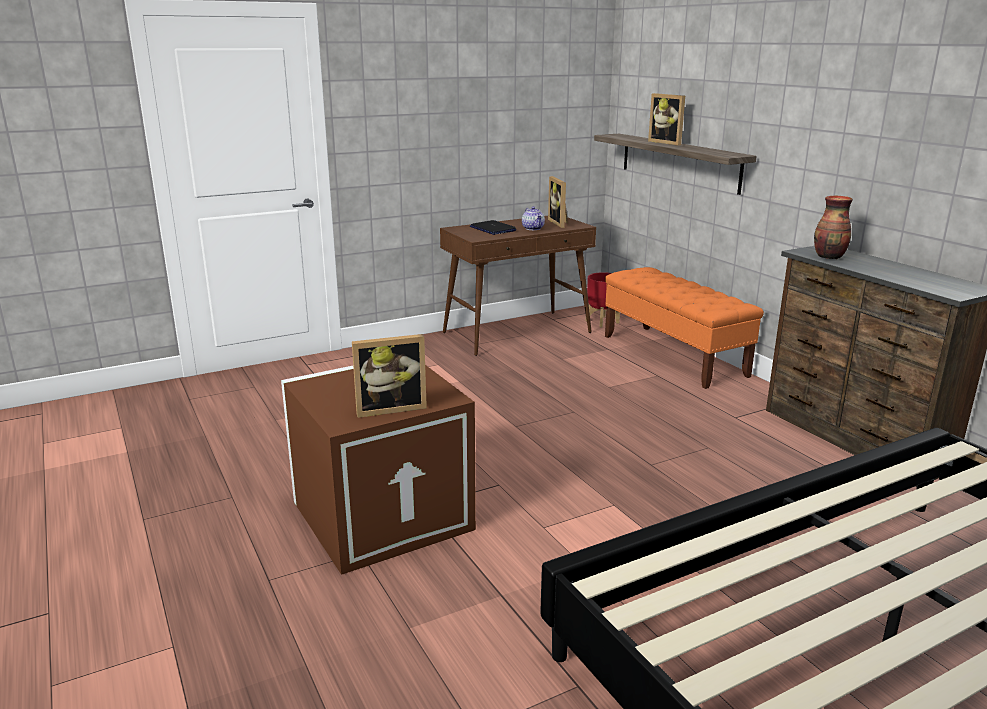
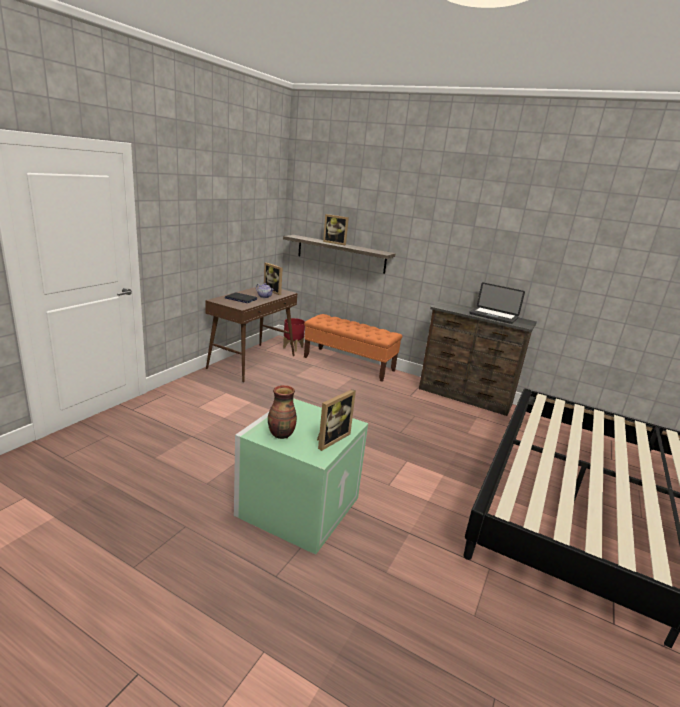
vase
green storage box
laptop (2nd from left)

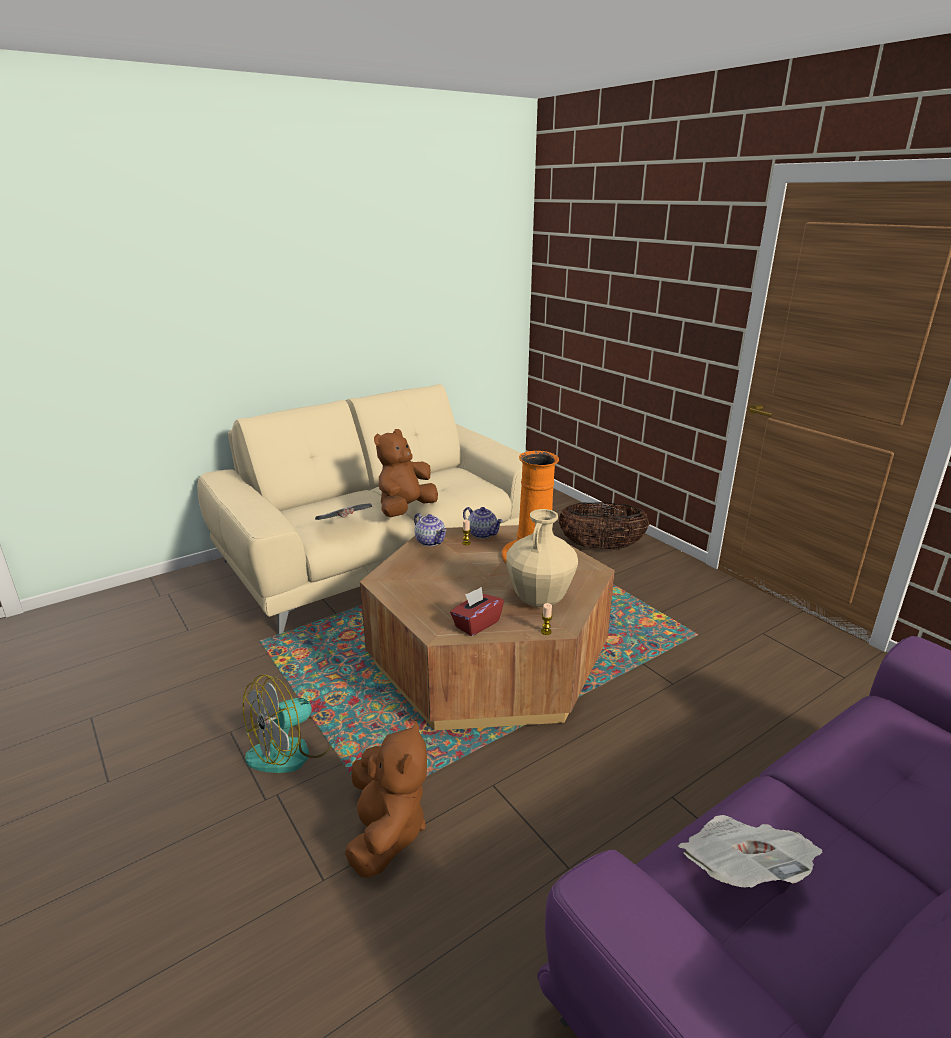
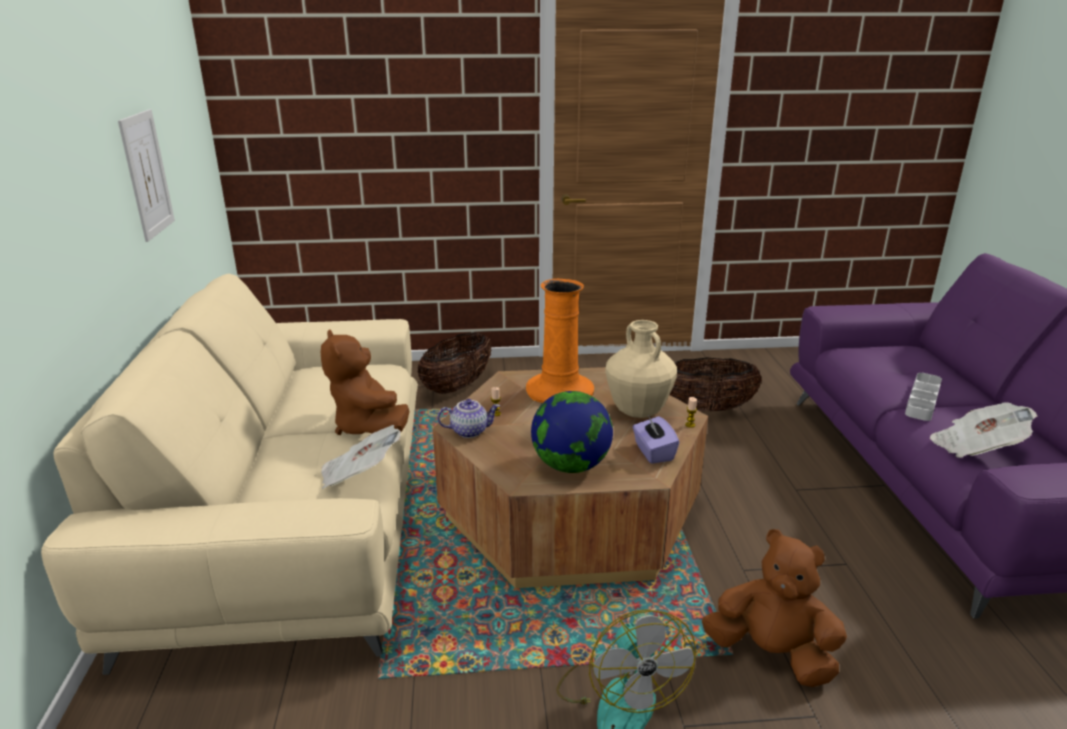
teapot (2nd from left in the first image)
purple tissue box
picture
basket (2nd from left)
grey tray
globe

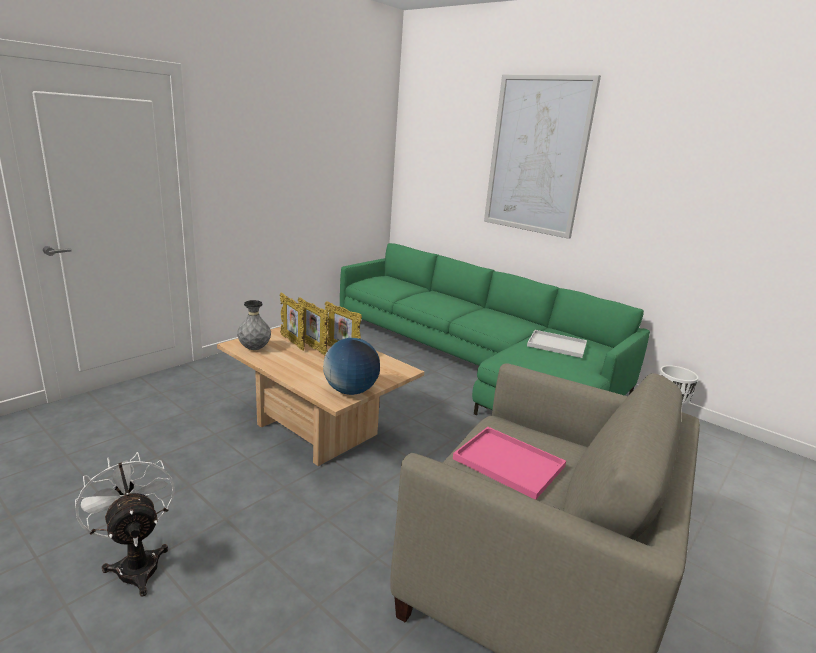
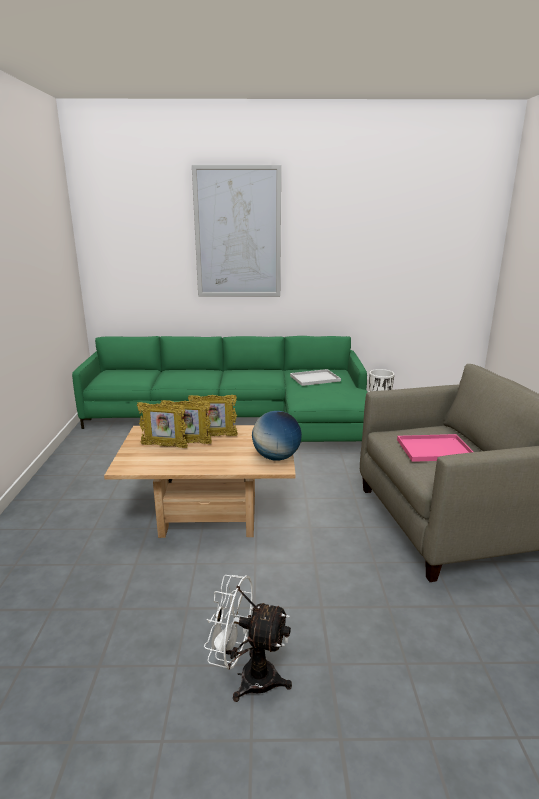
grey vase

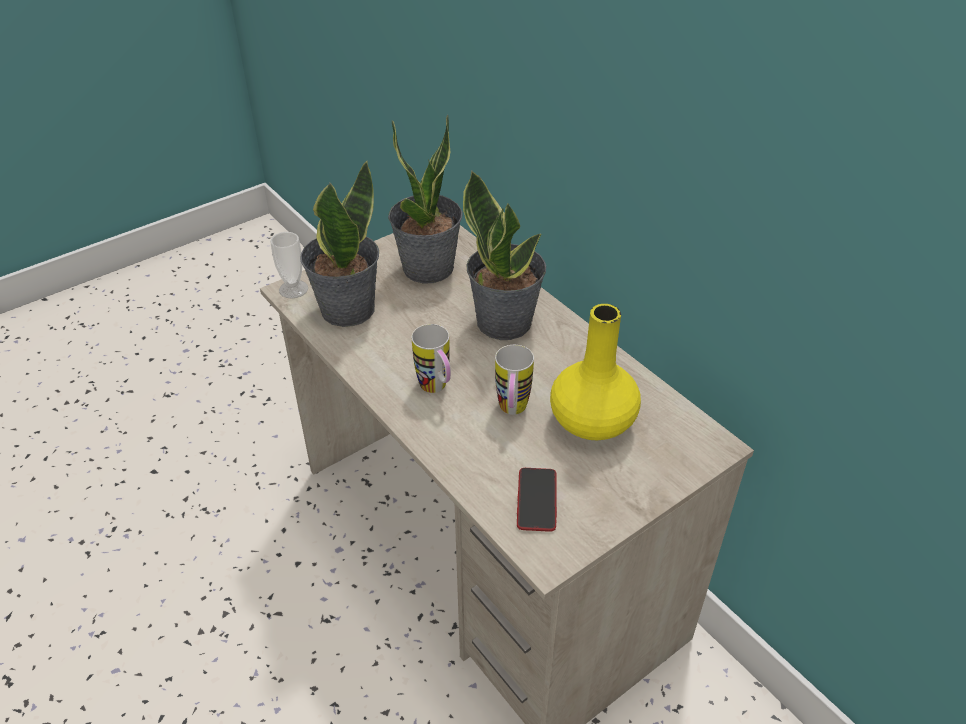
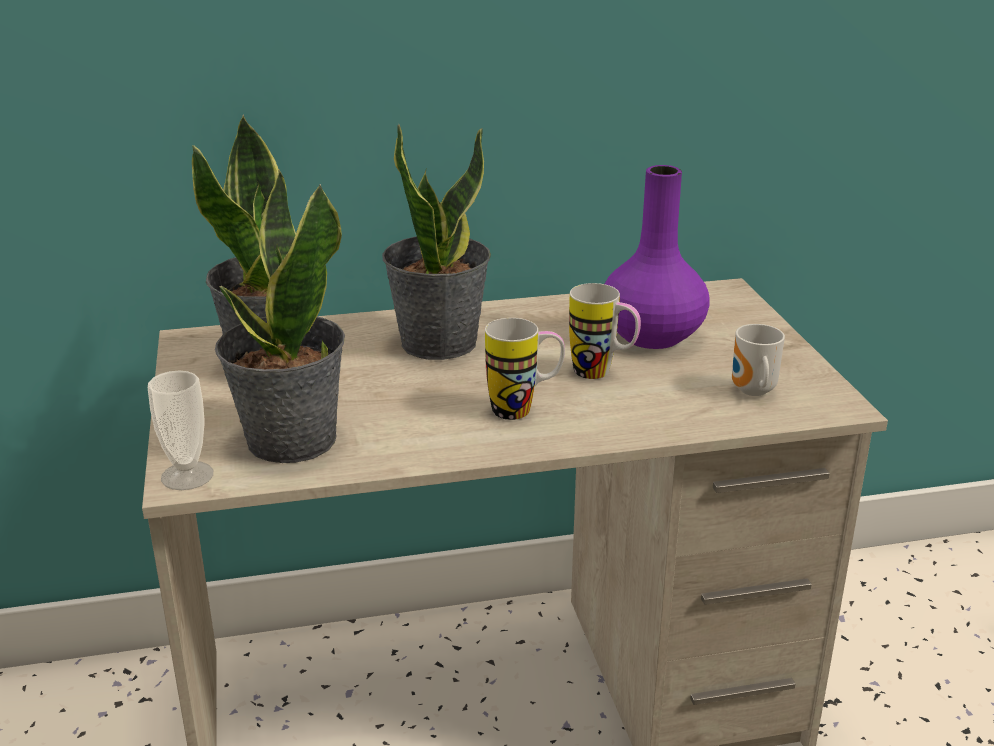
purple vase
mug (3rd from left)

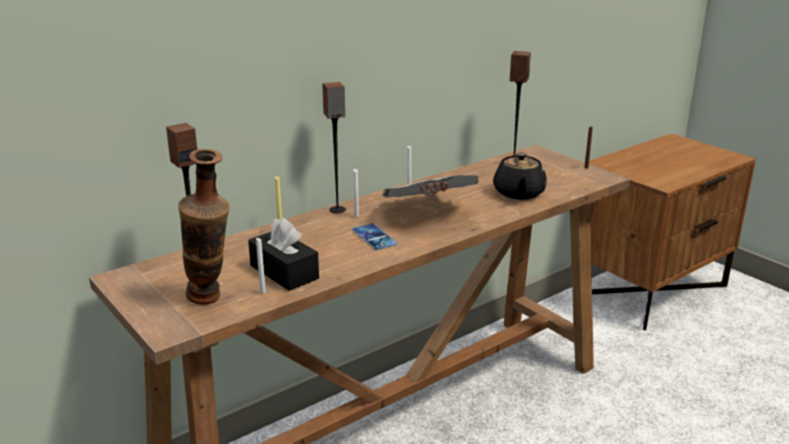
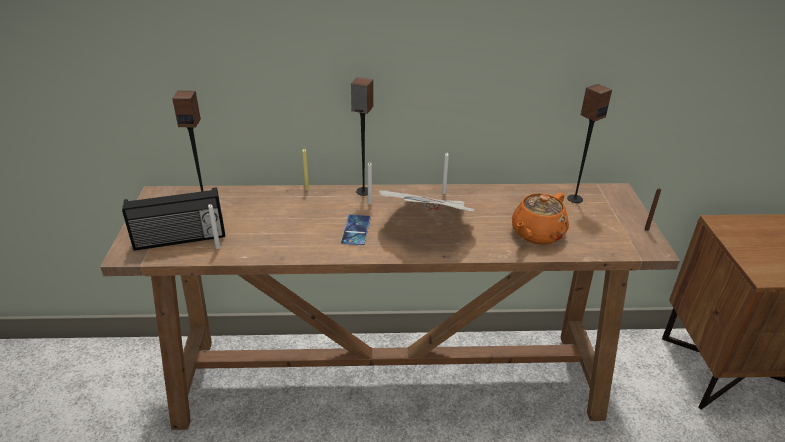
radio
orange teapot
black tissue box

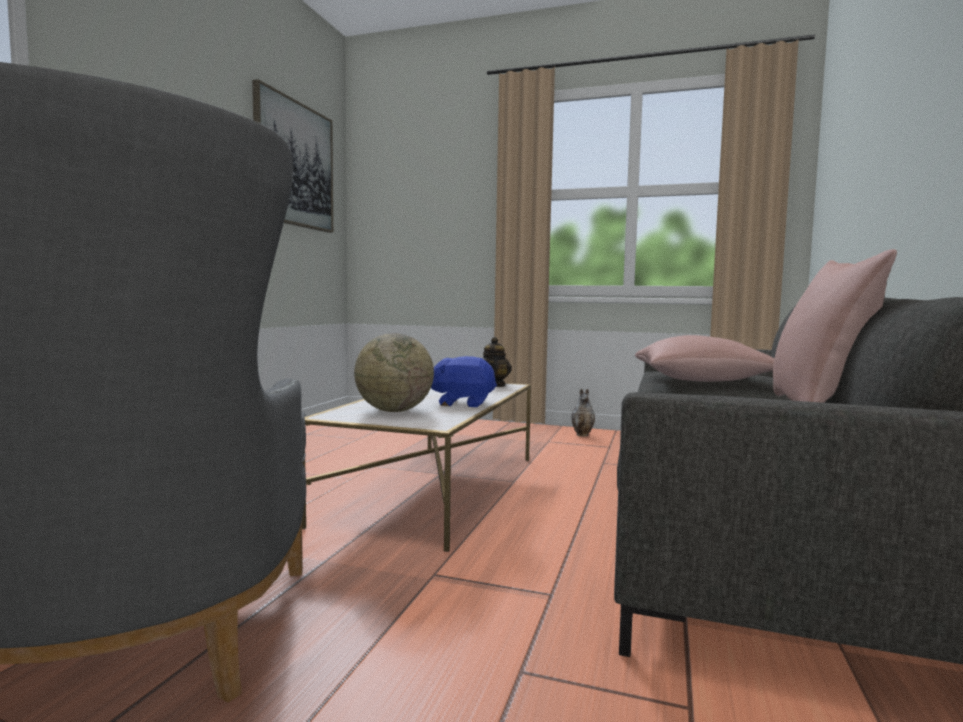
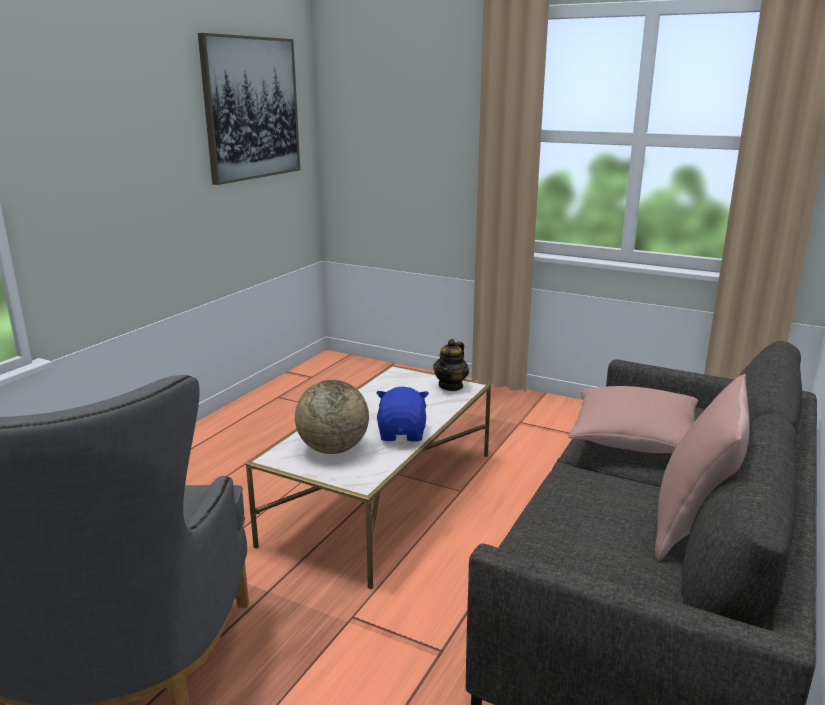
blue plush toy
vase

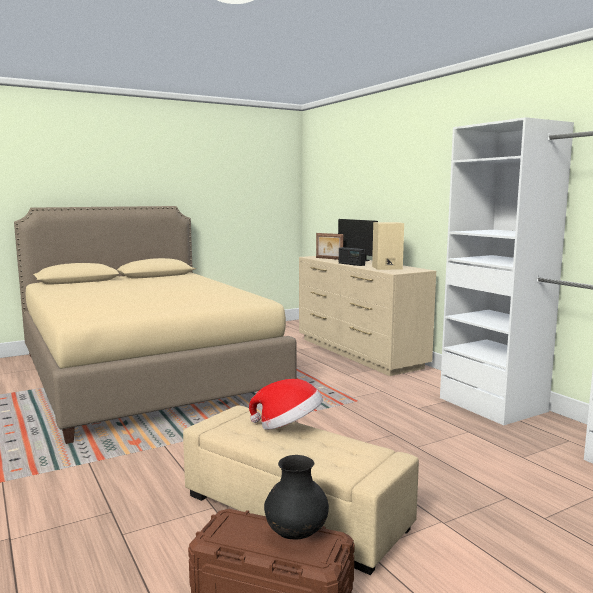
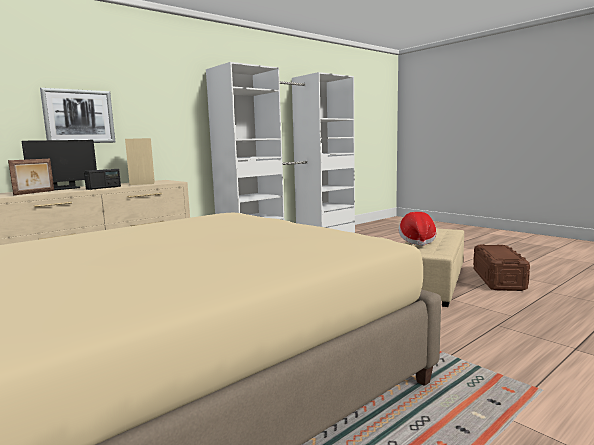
black vase
picture

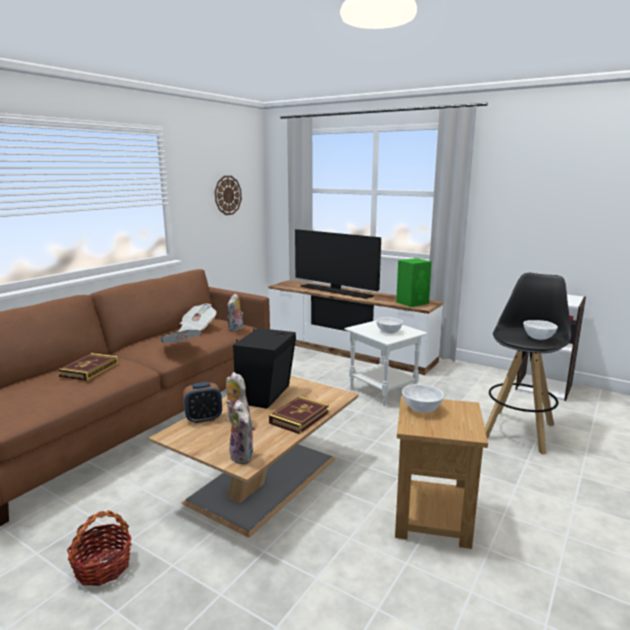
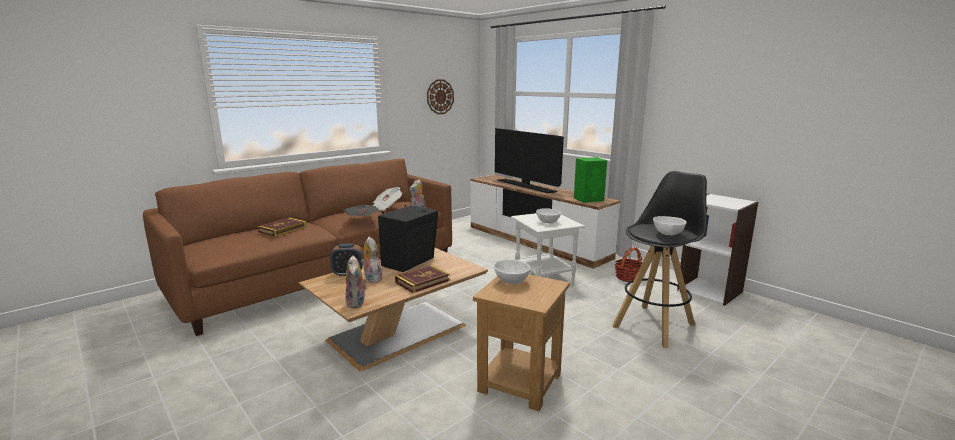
basket

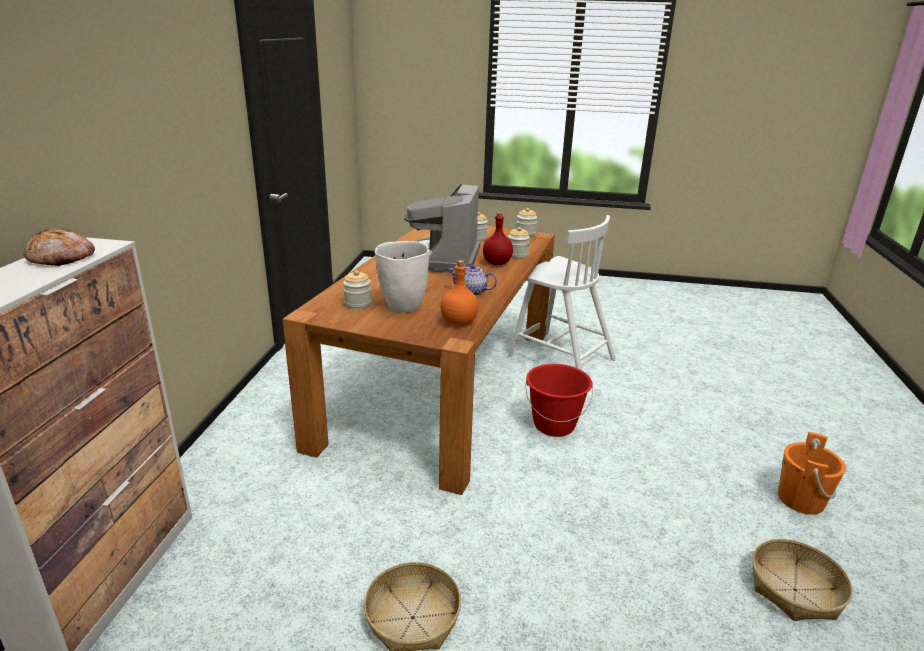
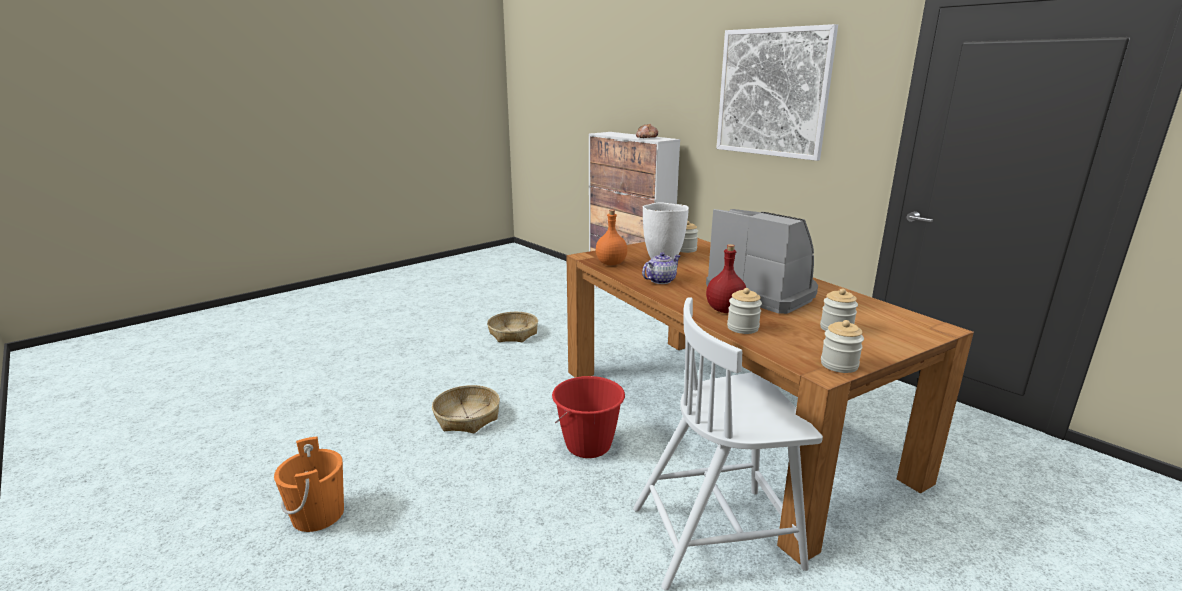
basket (1st from left)
picture

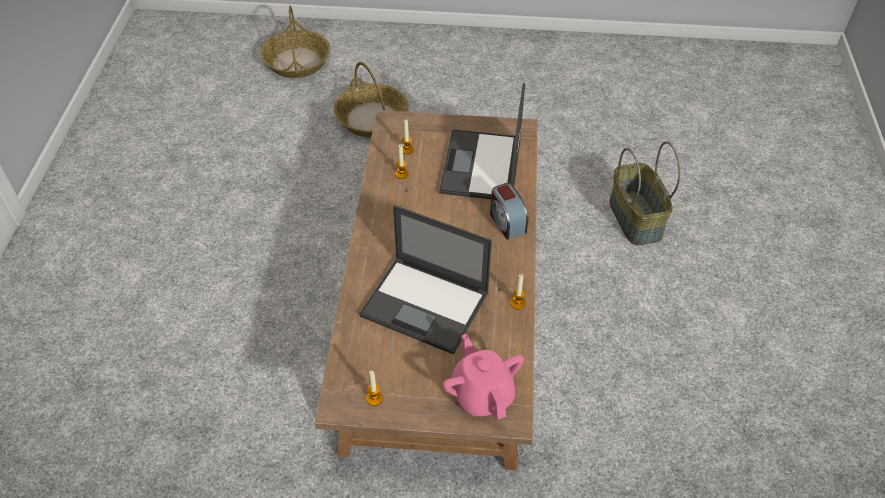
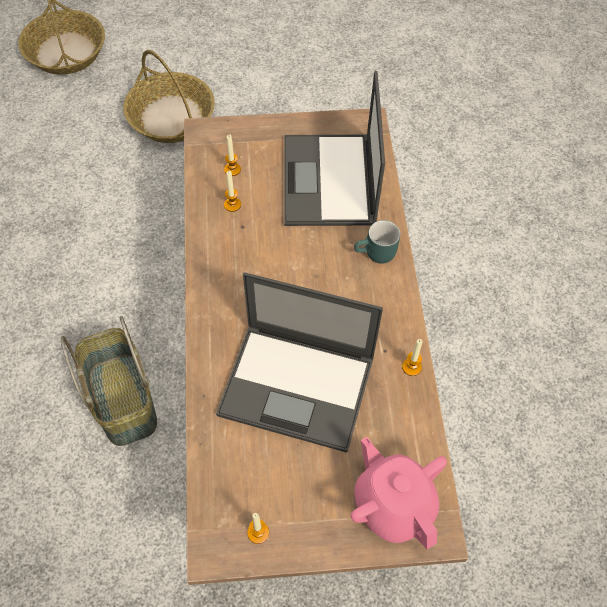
basket (2nd from left)
turquoise mug

